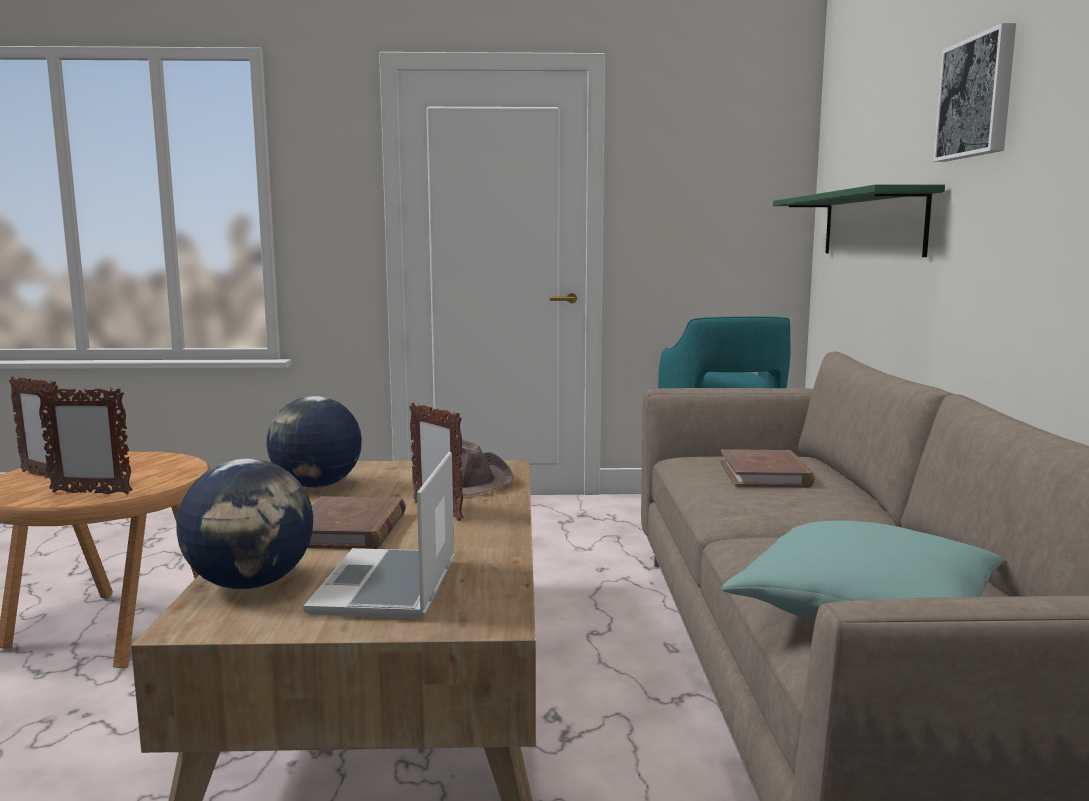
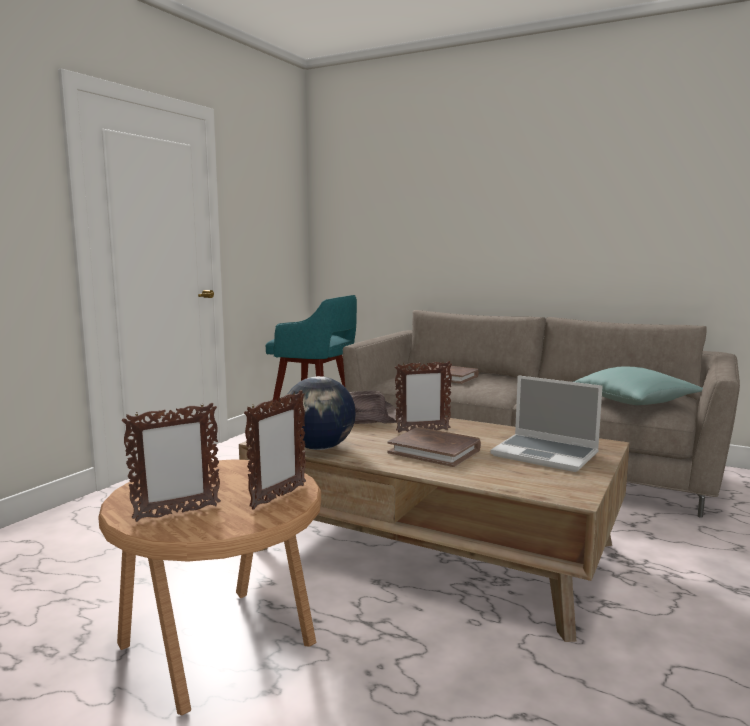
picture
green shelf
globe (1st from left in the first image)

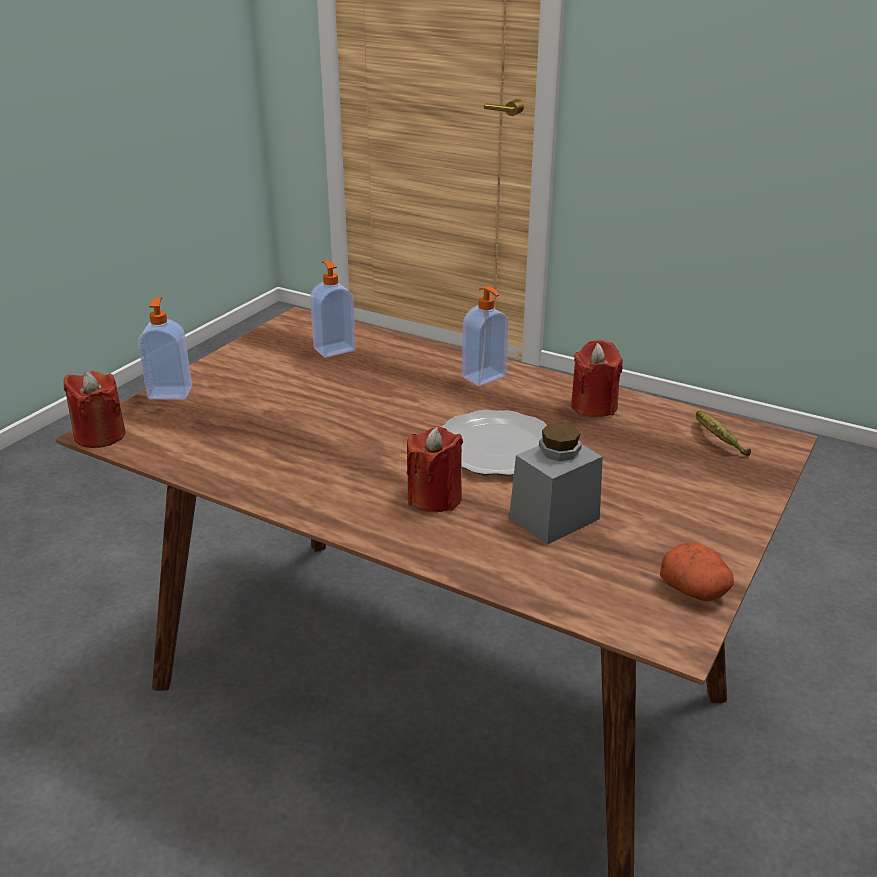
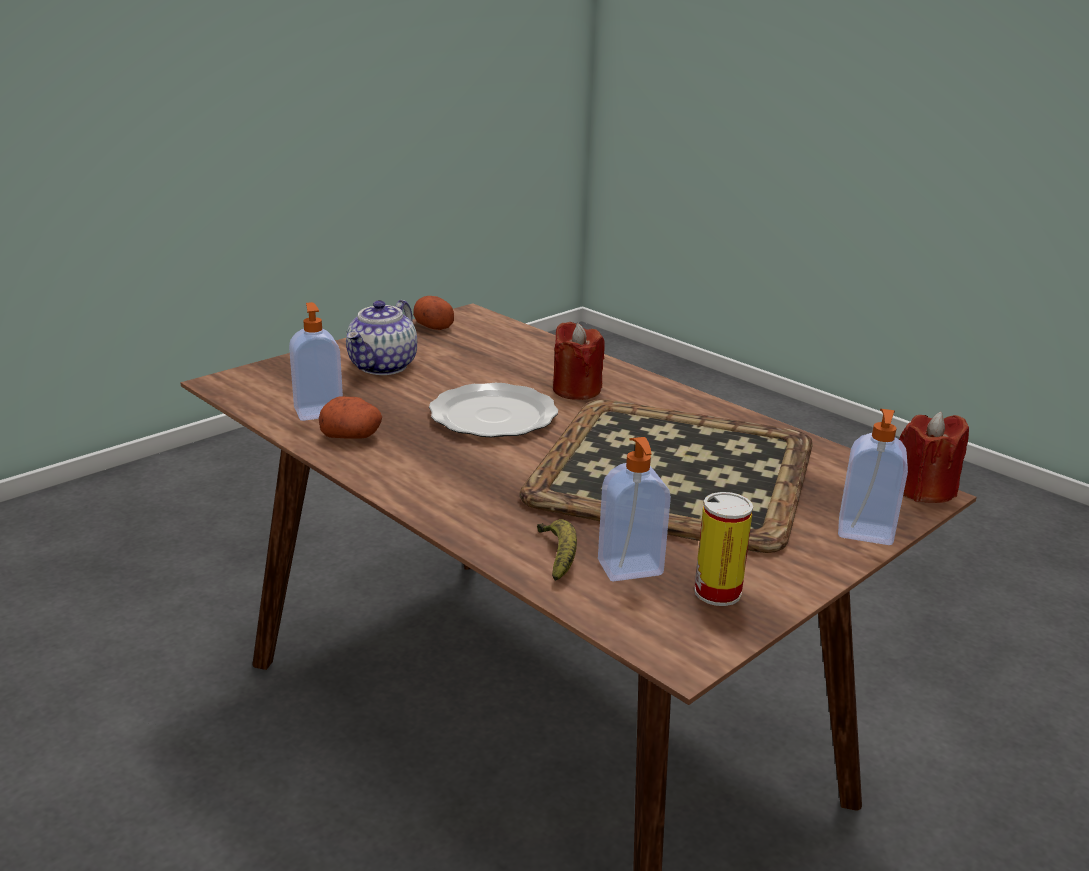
soap dispenser (1st from left)
potato (1st from left)
banana
grey jar
teapot
tray
can

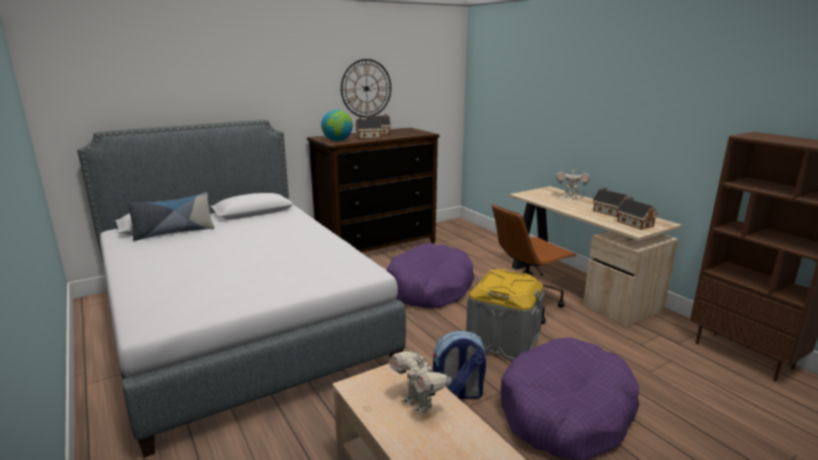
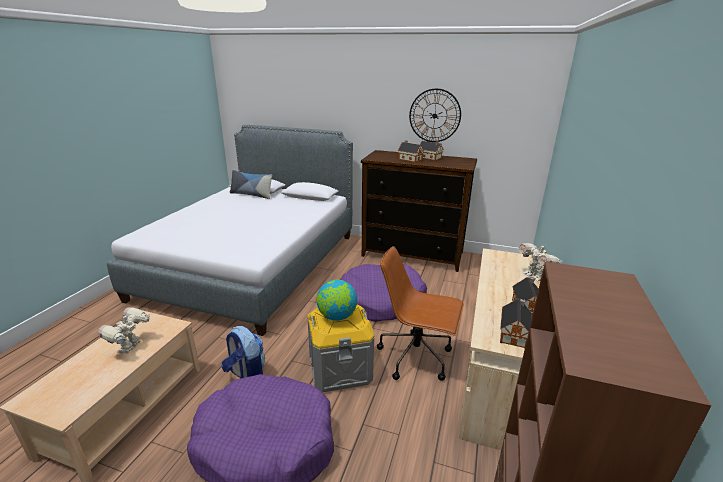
globe

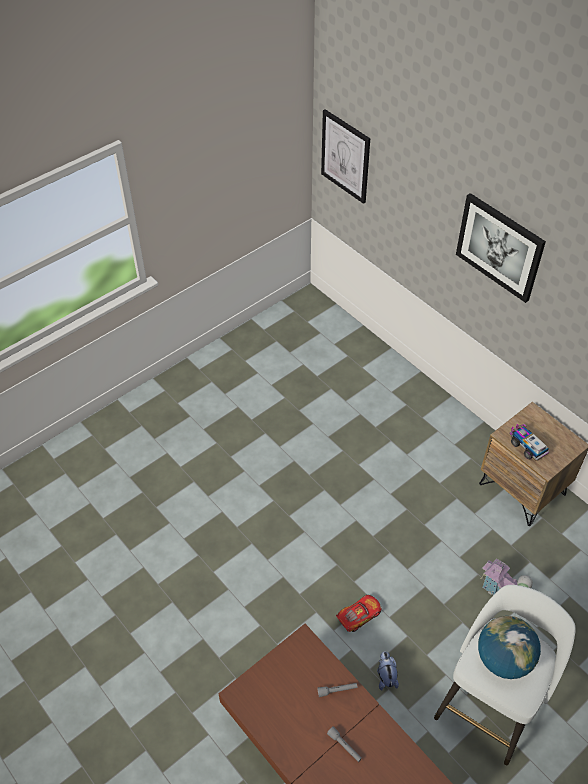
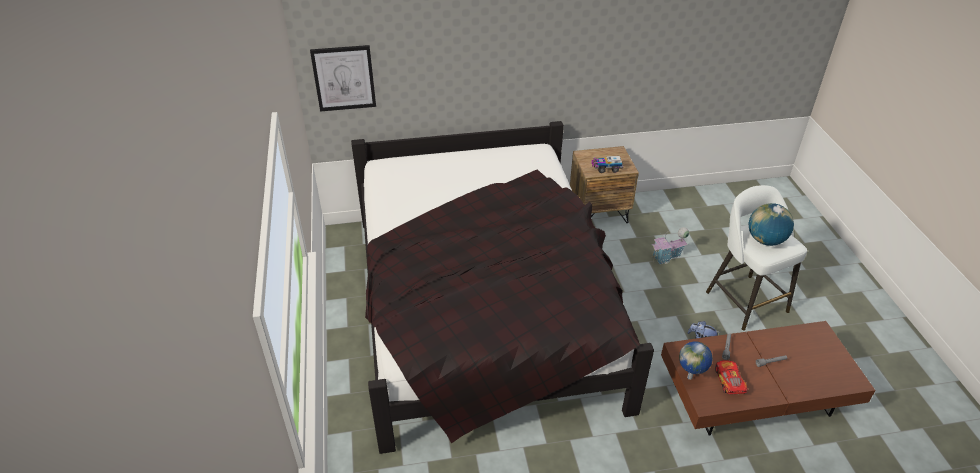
picture (2nd from left in the first image)
toy car
black bed
globe (1st from left)

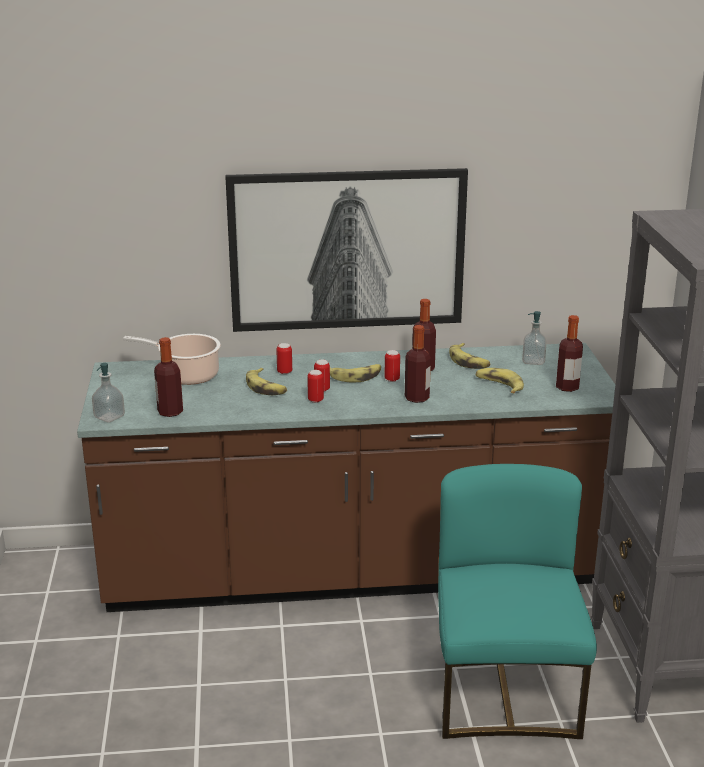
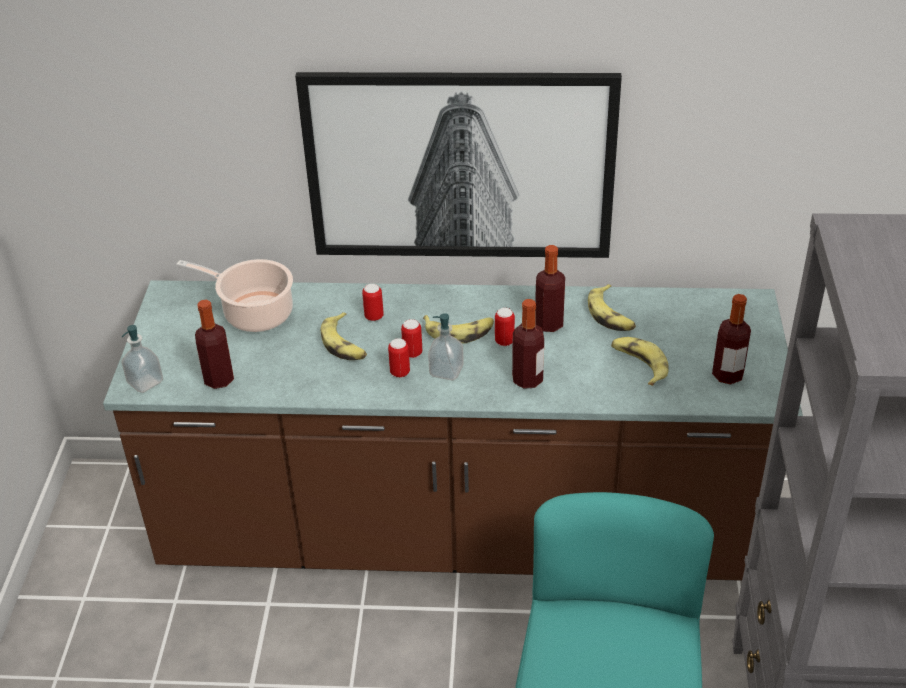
soap dispenser (2nd from left)

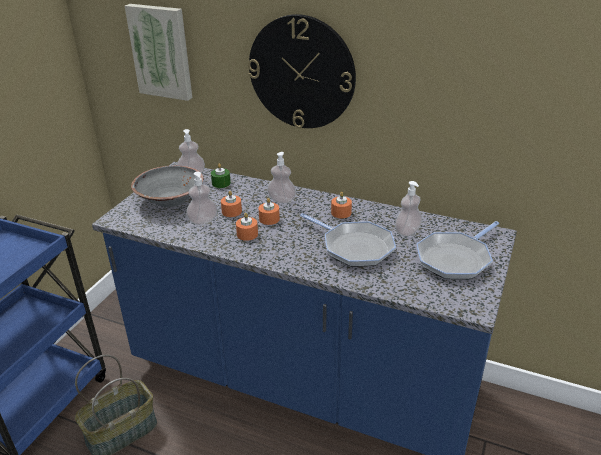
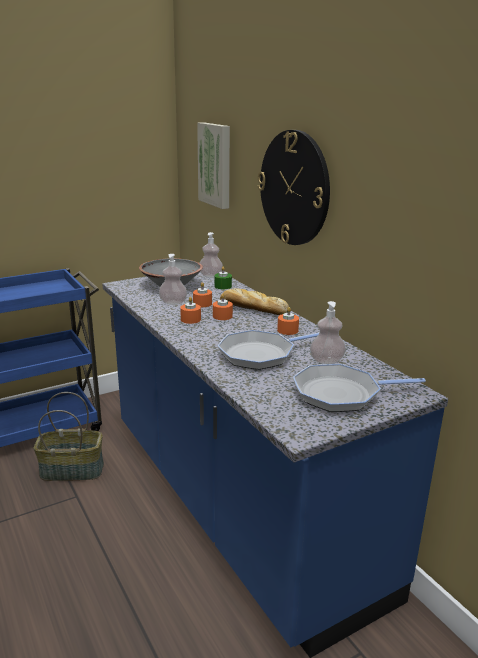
bread
frying pan (1st from left)

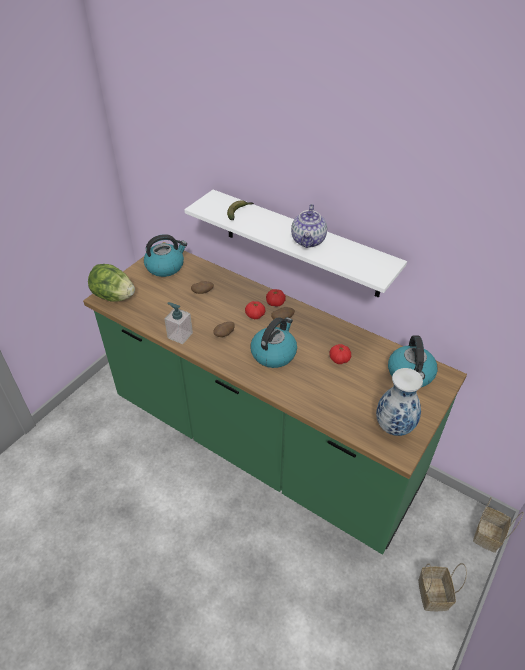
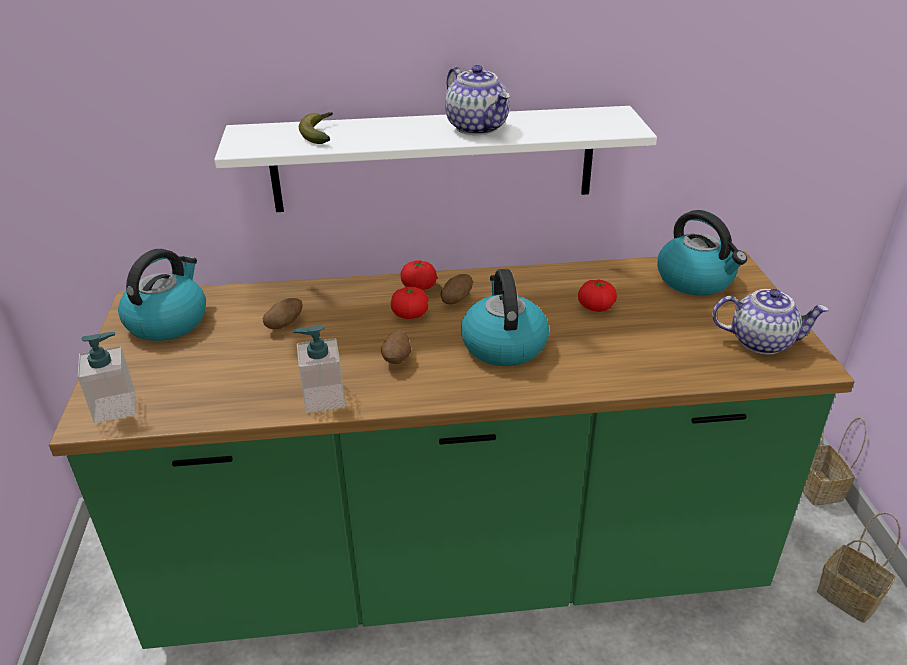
soap dispenser (1st from left)
teapot (2nd from left)

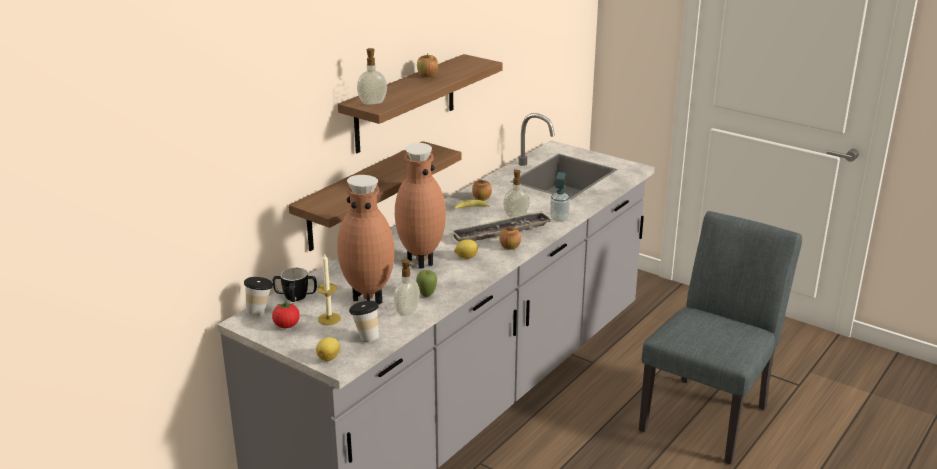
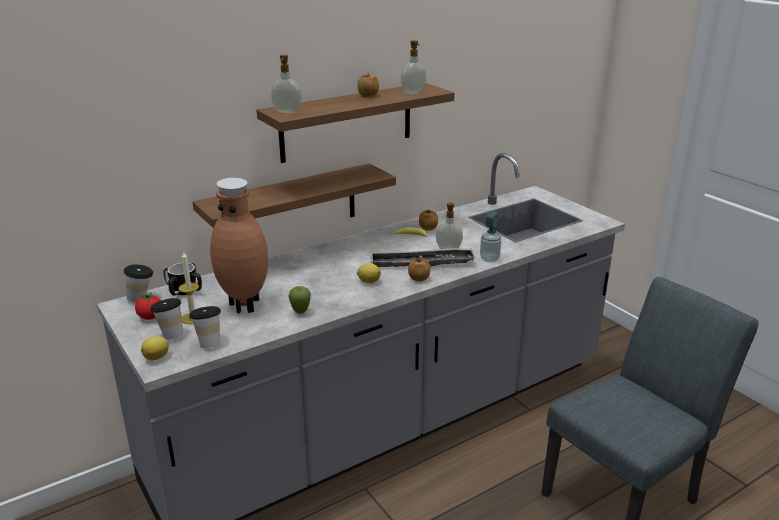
brown vase (2nd from left in the first image)
soap dispenser (2nd from left)
cup (2nd from left)

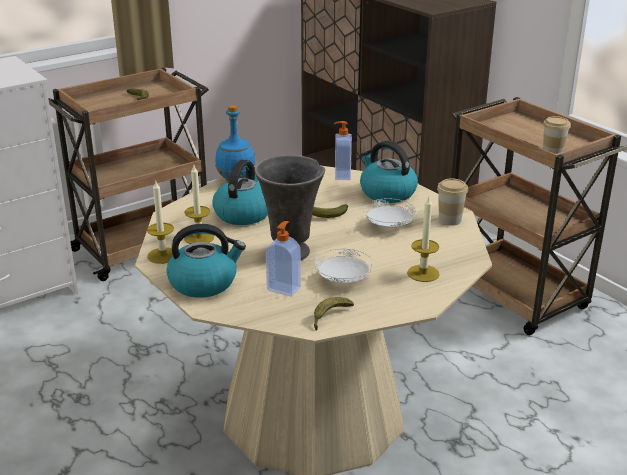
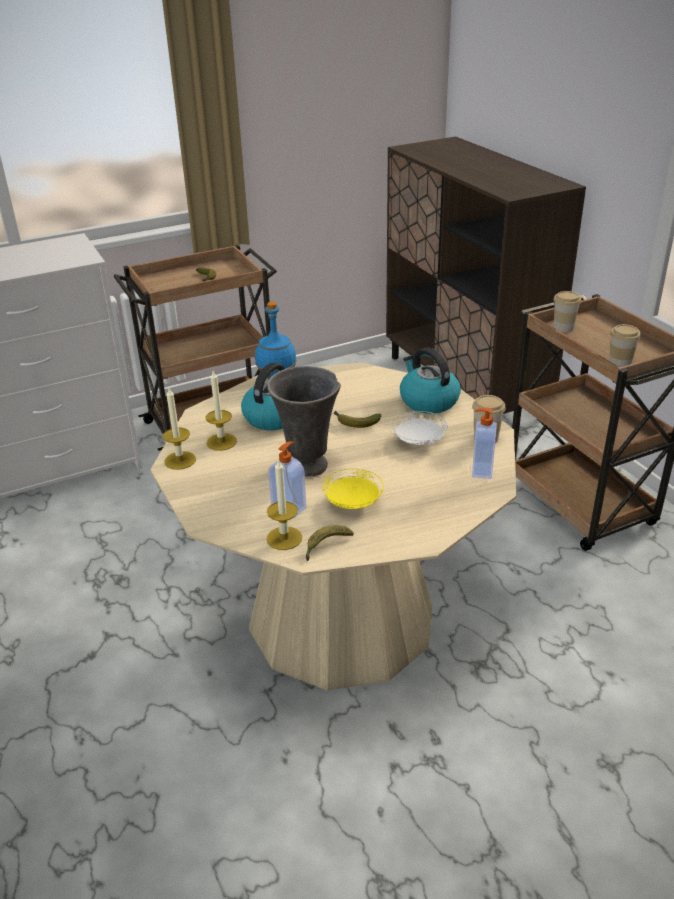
soap dispenser (2nd from left)
candle (3rd from left)
kettle (1st from left in the first image)
yellow plate
cup (2nd from left)

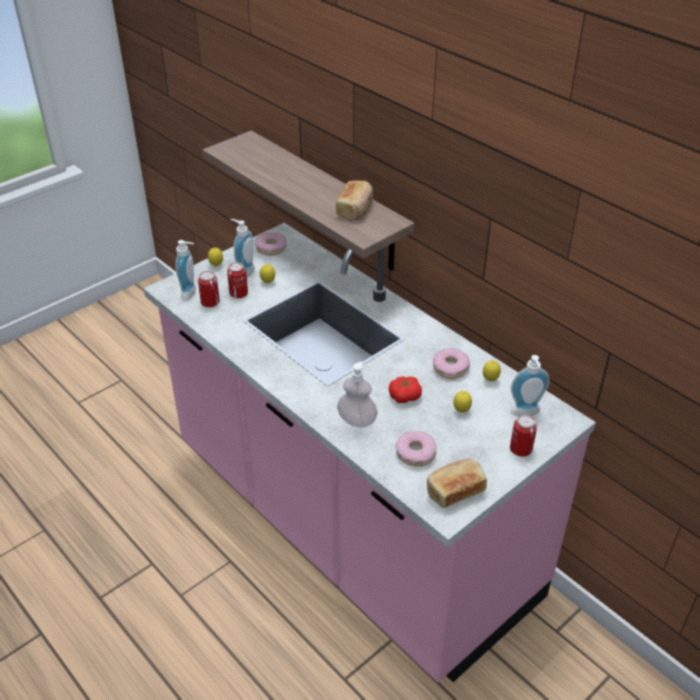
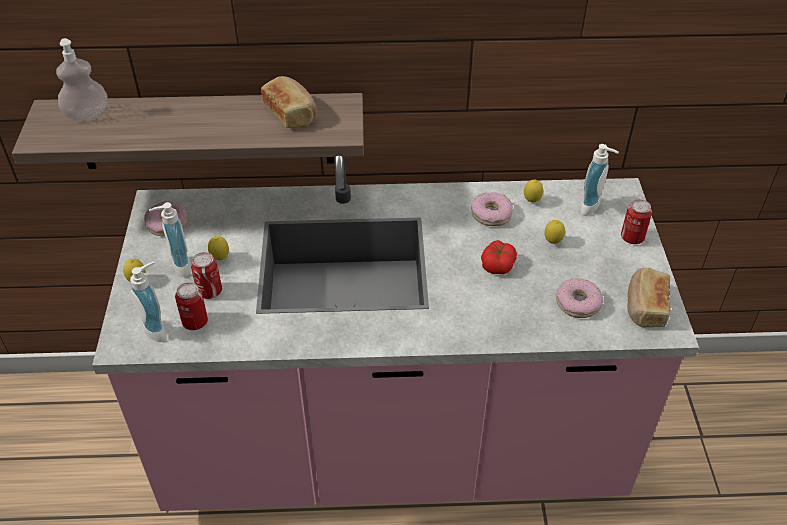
soap dispenser (1st from left)

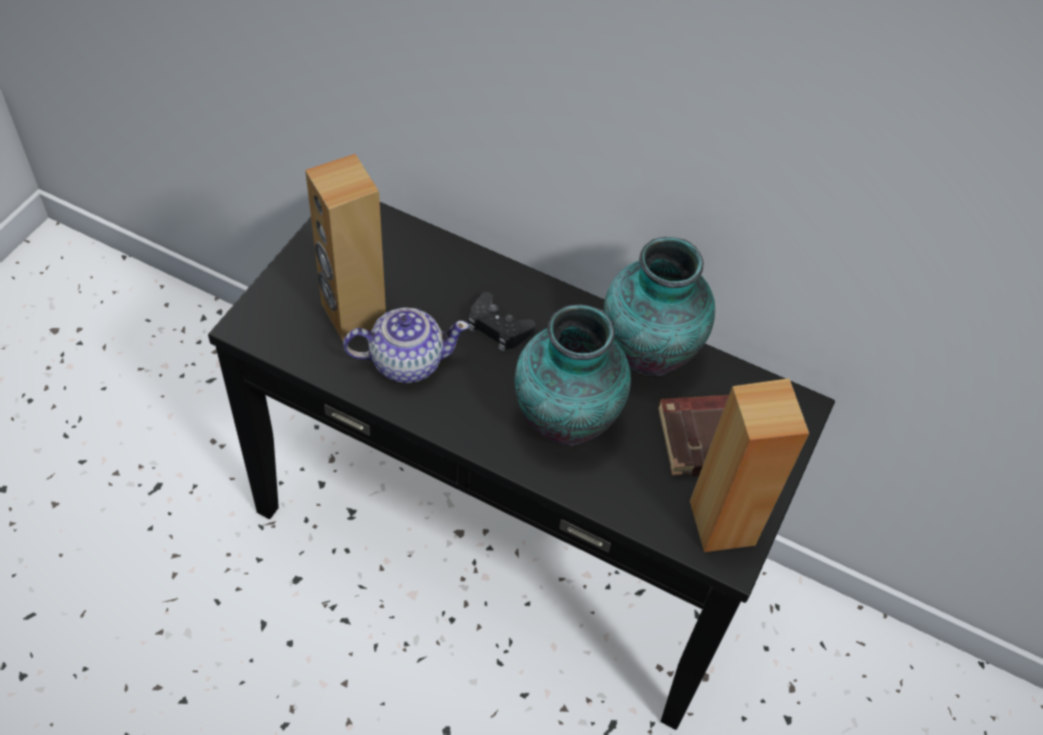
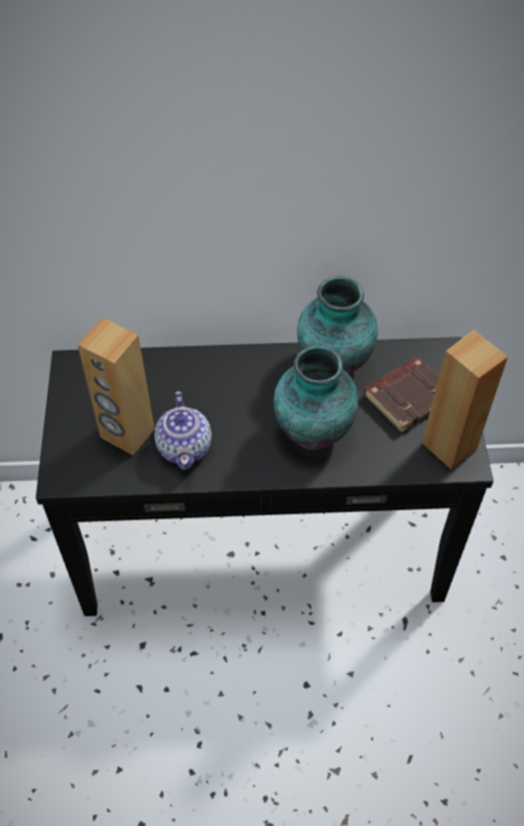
black game controller
teapot

